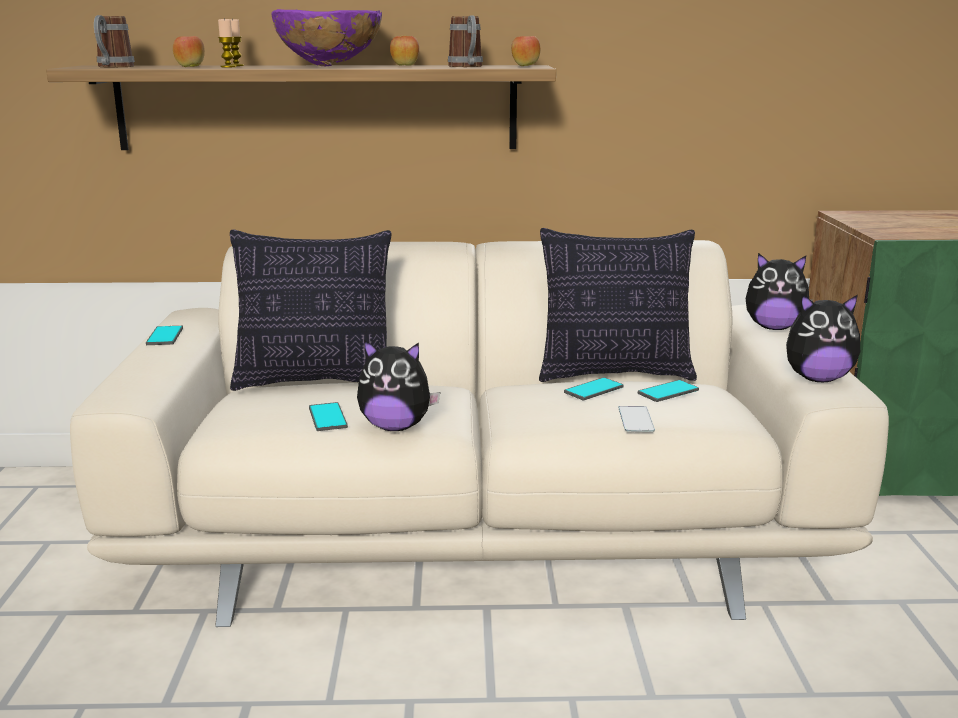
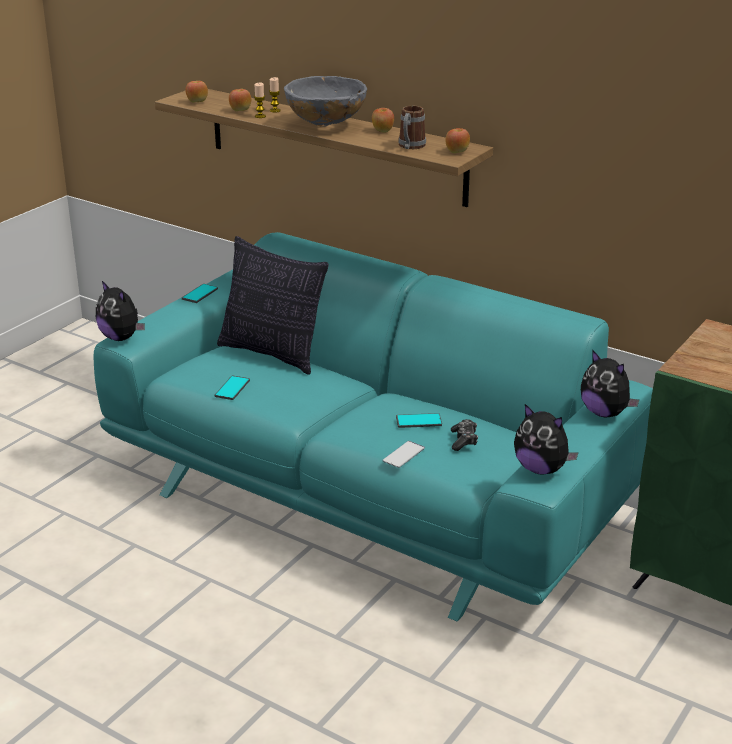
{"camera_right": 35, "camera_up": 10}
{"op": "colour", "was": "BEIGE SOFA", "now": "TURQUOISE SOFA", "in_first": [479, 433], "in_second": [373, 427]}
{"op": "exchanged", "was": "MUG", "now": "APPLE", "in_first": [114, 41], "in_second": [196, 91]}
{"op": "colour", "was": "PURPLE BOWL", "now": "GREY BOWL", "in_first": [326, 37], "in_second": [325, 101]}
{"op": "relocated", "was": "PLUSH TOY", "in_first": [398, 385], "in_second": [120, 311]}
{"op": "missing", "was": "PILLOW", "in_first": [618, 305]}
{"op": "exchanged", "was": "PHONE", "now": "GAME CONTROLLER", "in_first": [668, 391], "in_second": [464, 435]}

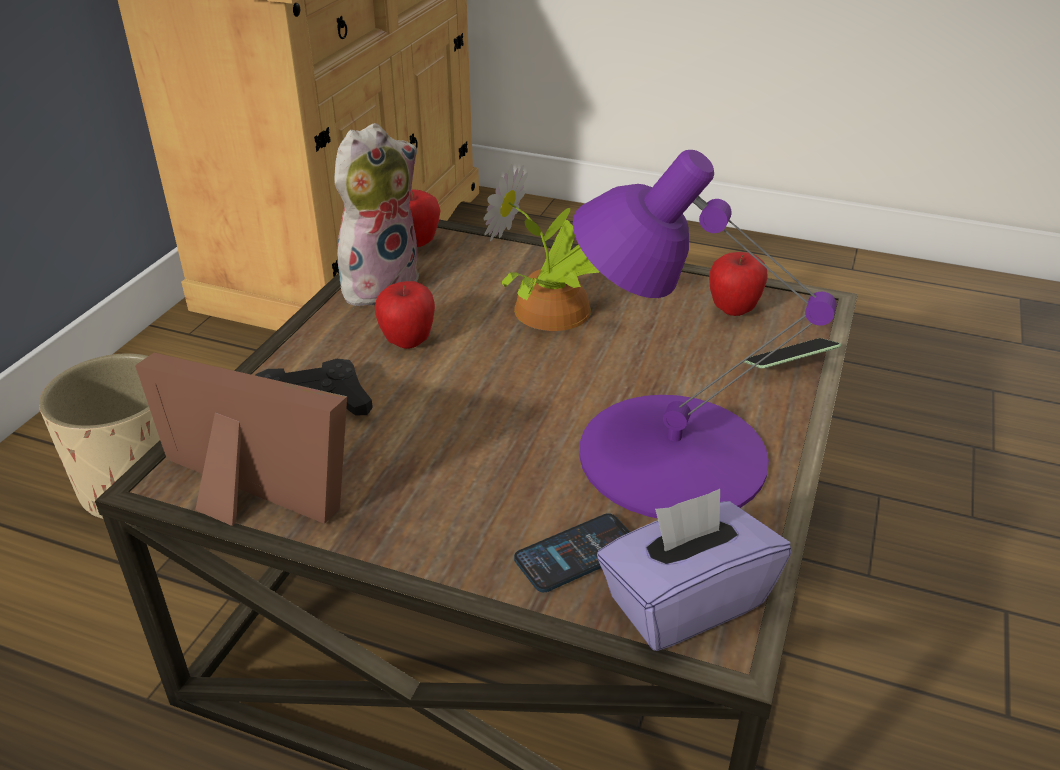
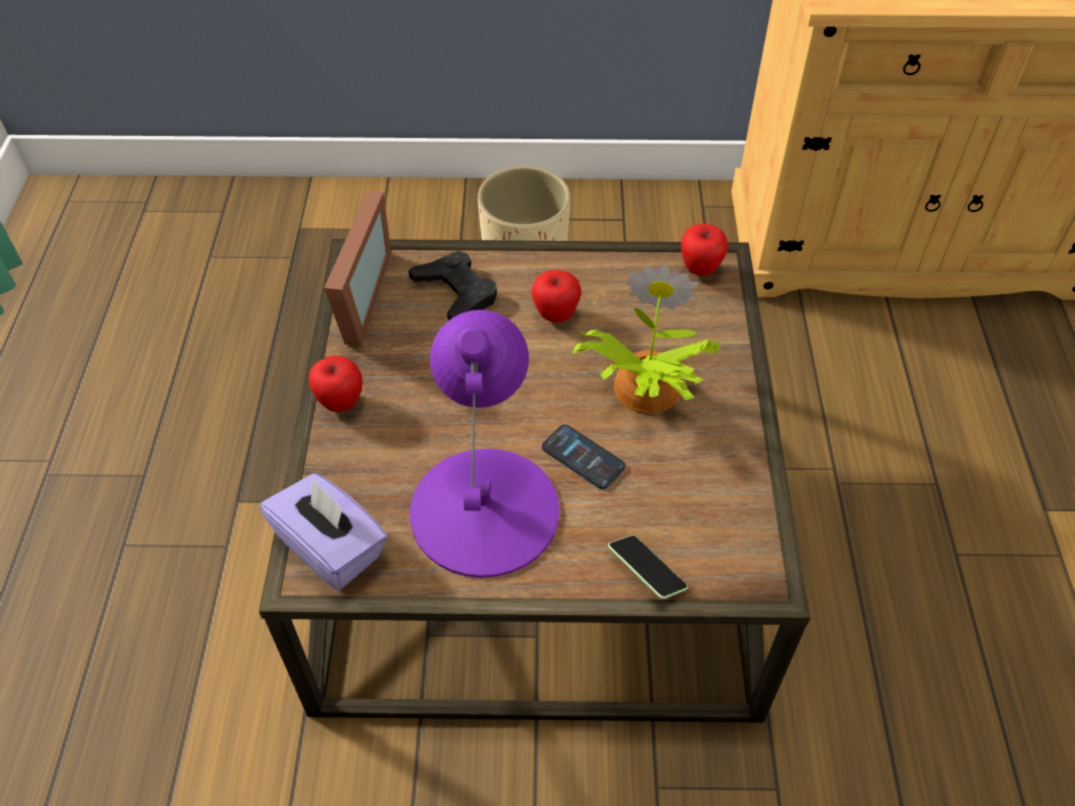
{"camera_right": 70, "camera_up": 15}
{"op": "missing", "was": "PLUSH TOY", "in_first": [376, 214]}
{"op": "relocated", "was": "PHONE", "in_first": [572, 552], "in_second": [584, 456]}
{"op": "relocated", "was": "APPLE", "in_first": [738, 284], "in_second": [336, 384]}

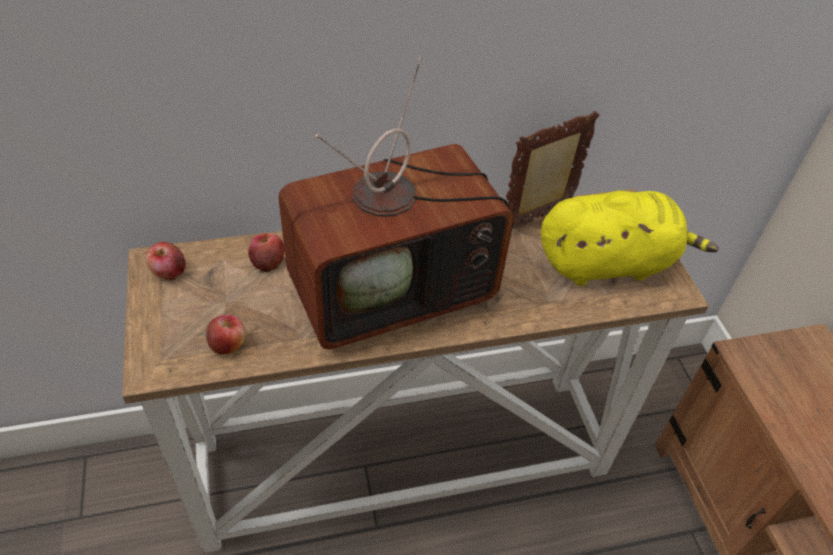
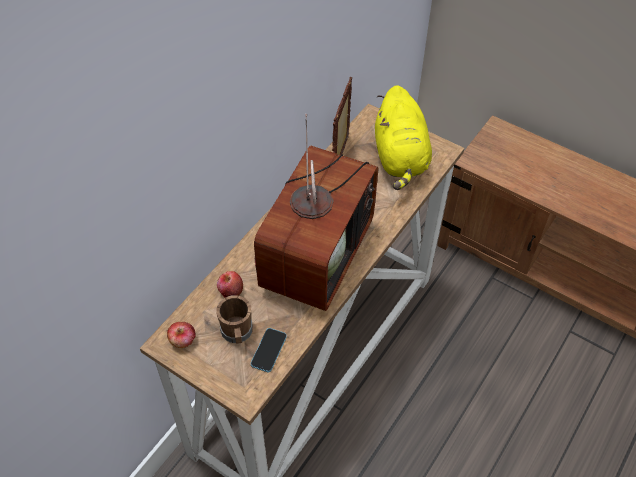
{"camera_right": -40, "camera_up": 5}
{"op": "exchanged", "was": "APPLE", "now": "PHONE", "in_first": [226, 335], "in_second": [269, 350]}
{"op": "spun", "was": "YELLOW PLUSH TOY", "in_first": [630, 238], "in_second": [403, 137], "clockwise": 135}
{"op": "appeared", "now": "BROWN MUG", "in_second": [234, 319]}

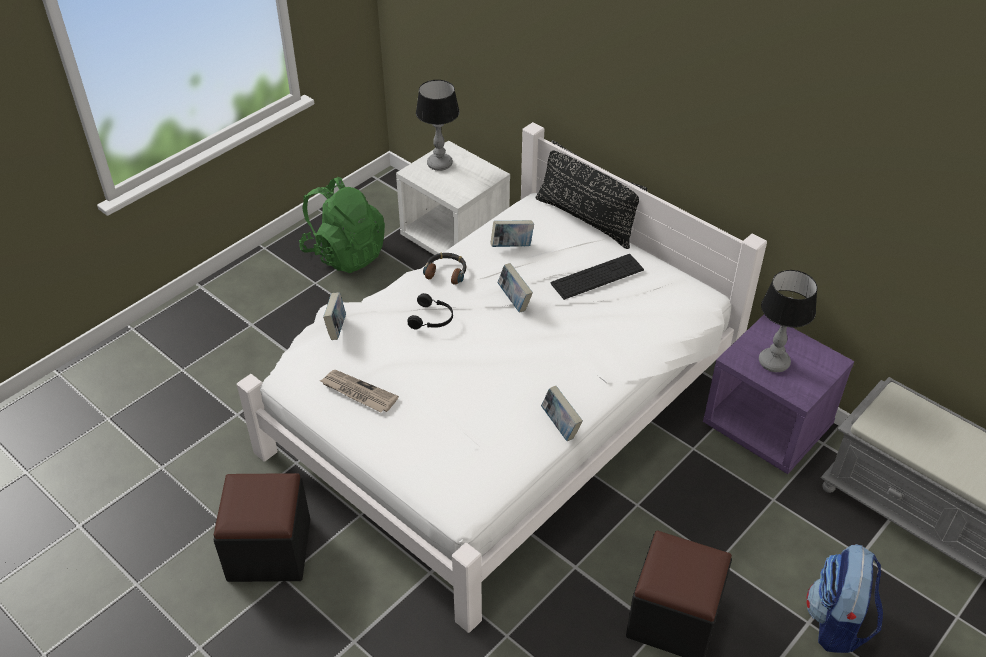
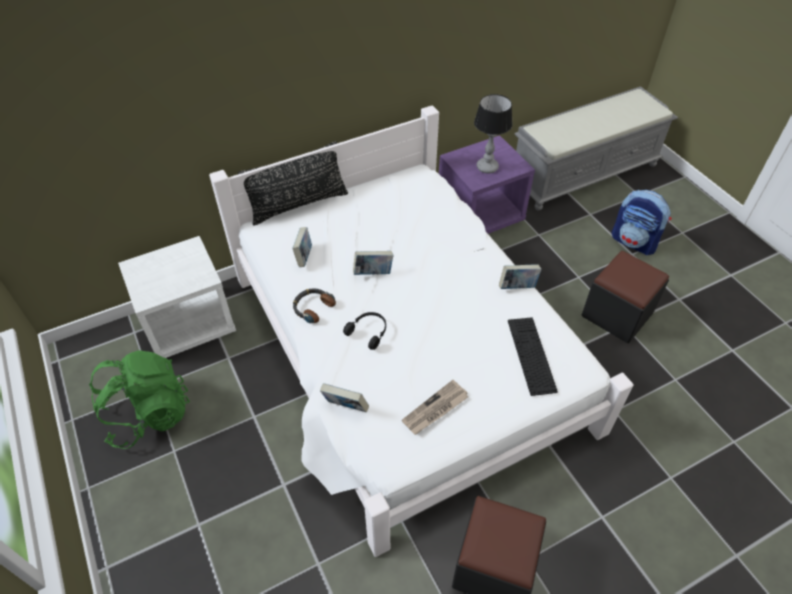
{"camera_right": -70, "camera_up": 5}
{"op": "missing", "was": "TABLE LAMP", "in_first": [438, 125]}
{"op": "relocated", "was": "KEYBOARD", "in_first": [597, 277], "in_second": [533, 356]}

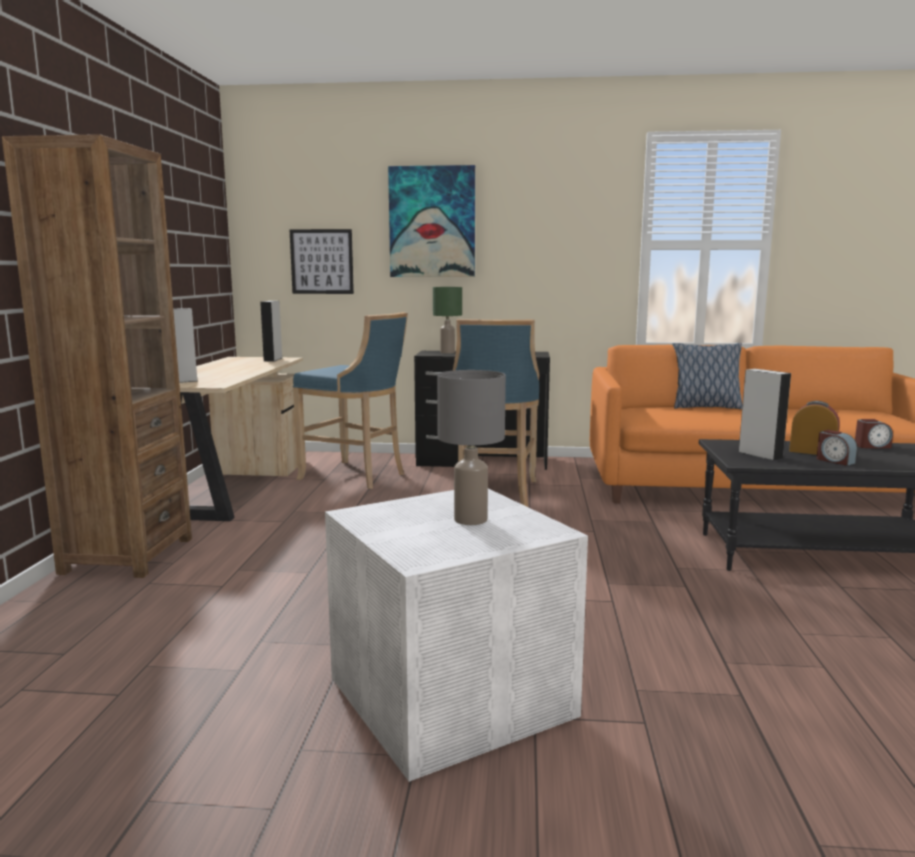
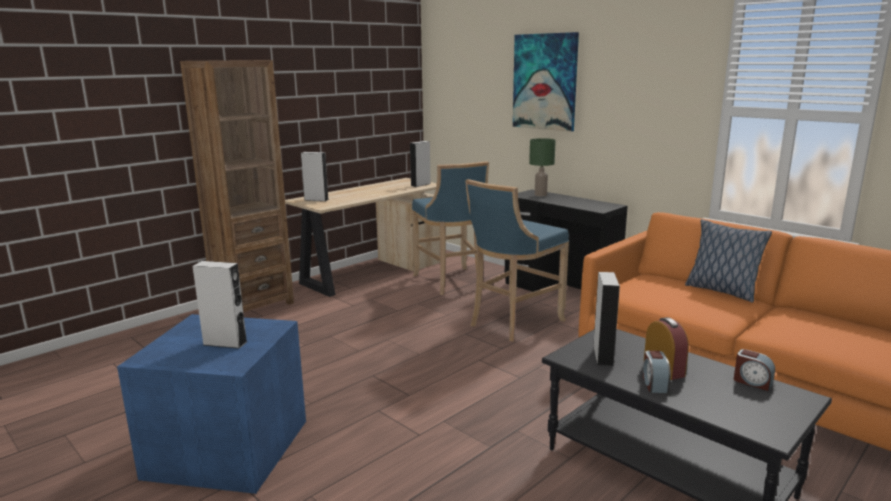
{"camera_right": 40, "camera_up": 5}
{"op": "missing", "was": "PICTURE", "in_first": [322, 261]}
{"op": "colour", "was": "WHITE STORAGE BOX", "now": "BLUE STORAGE BOX", "in_first": [456, 635], "in_second": [211, 404]}
{"op": "exchanged", "was": "GREY TABLE LAMP", "now": "GREY SPEAKER", "in_first": [471, 447], "in_second": [220, 305]}

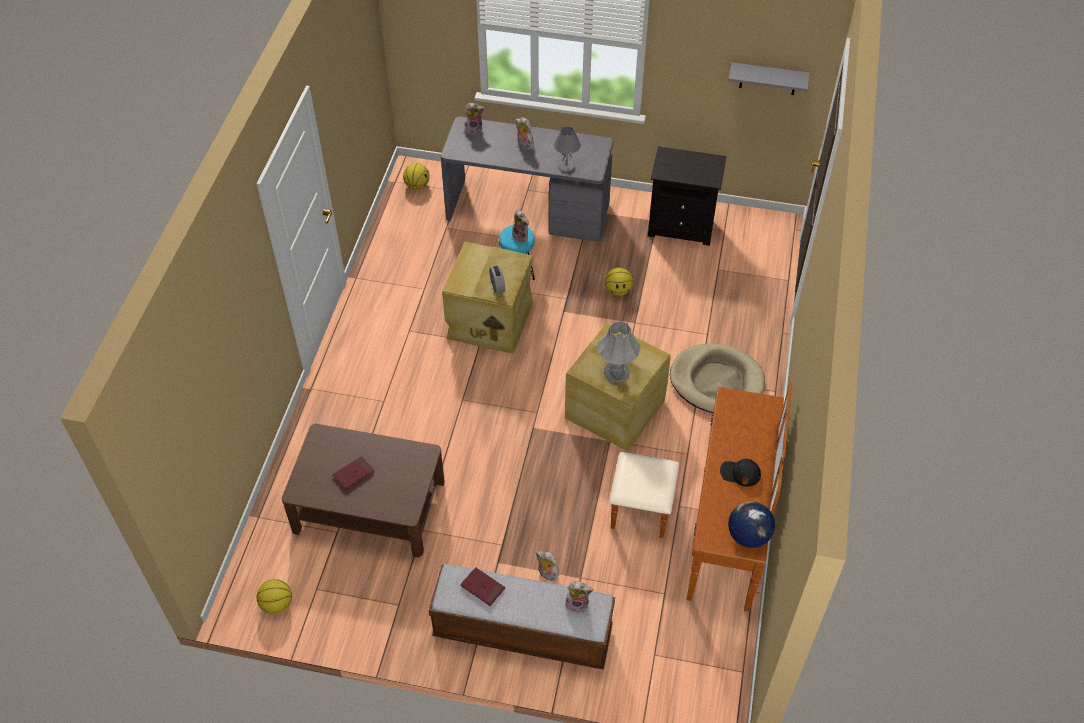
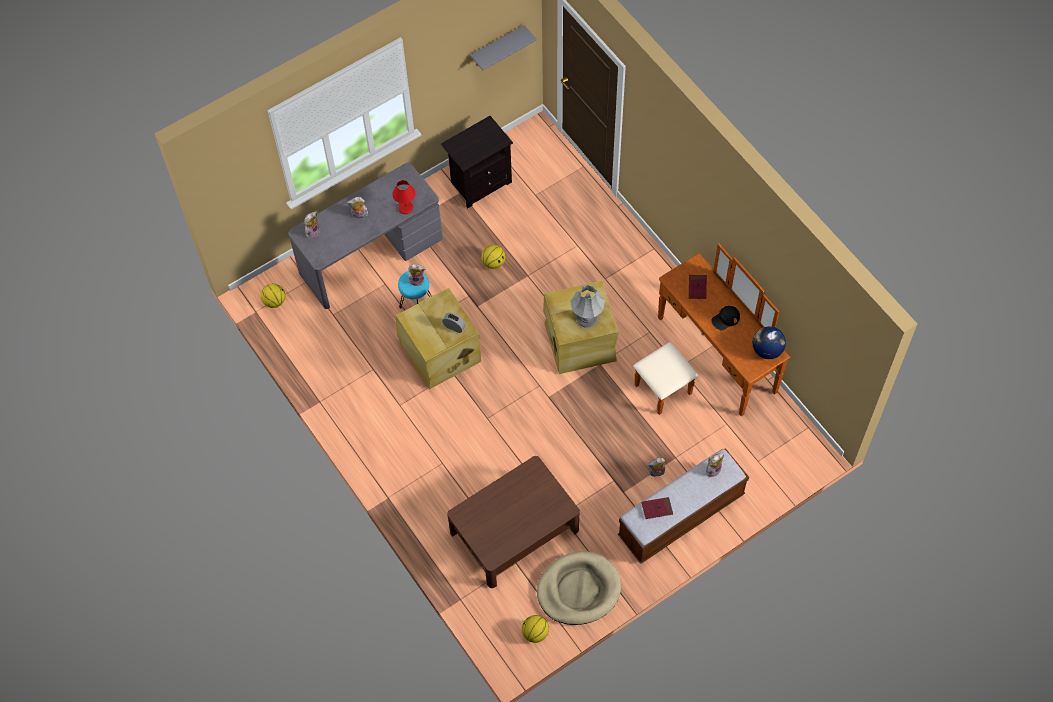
{"camera_right": -45, "camera_up": 10}
{"op": "relocated", "was": "RED BOOK", "in_first": [354, 473], "in_second": [698, 287]}
{"op": "colour", "was": "GREY TABLE LAMP", "now": "RED TABLE LAMP", "in_first": [567, 149], "in_second": [404, 197]}
{"op": "relocated", "was": "BEIGE DOG BED", "in_first": [717, 378], "in_second": [579, 588]}

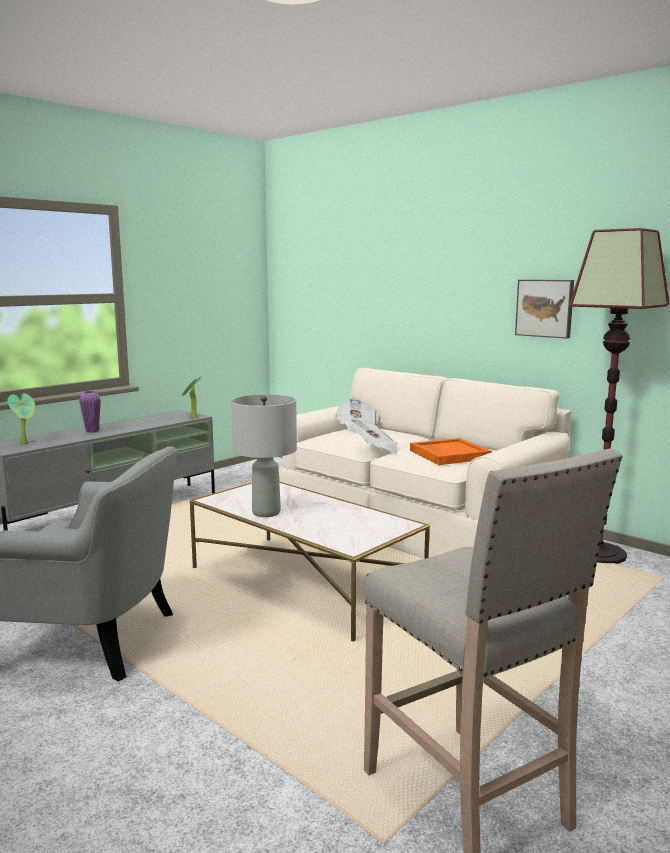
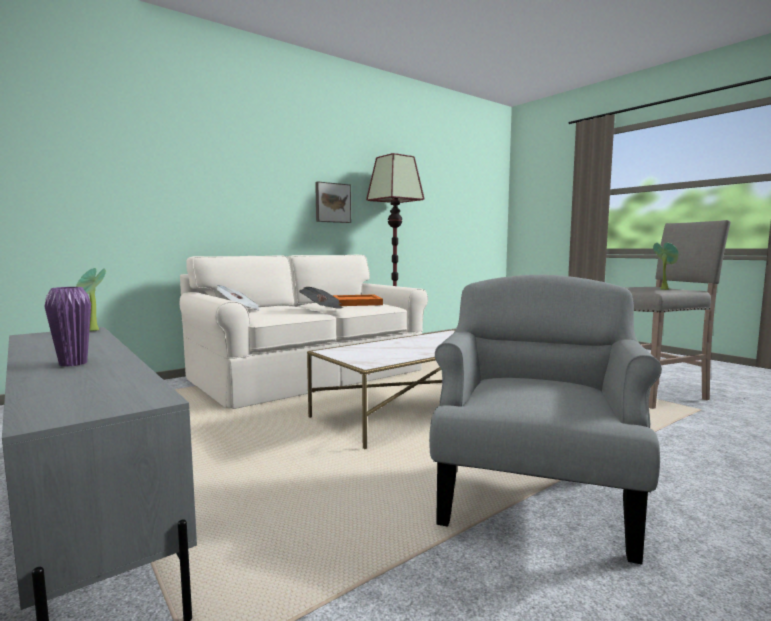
{"camera_right": -80, "camera_up": -5}
{"op": "relocated", "was": "POTTED PLANT", "in_first": [21, 418], "in_second": [665, 266]}
{"op": "missing", "was": "GREY TABLE LAMP", "in_first": [264, 456]}

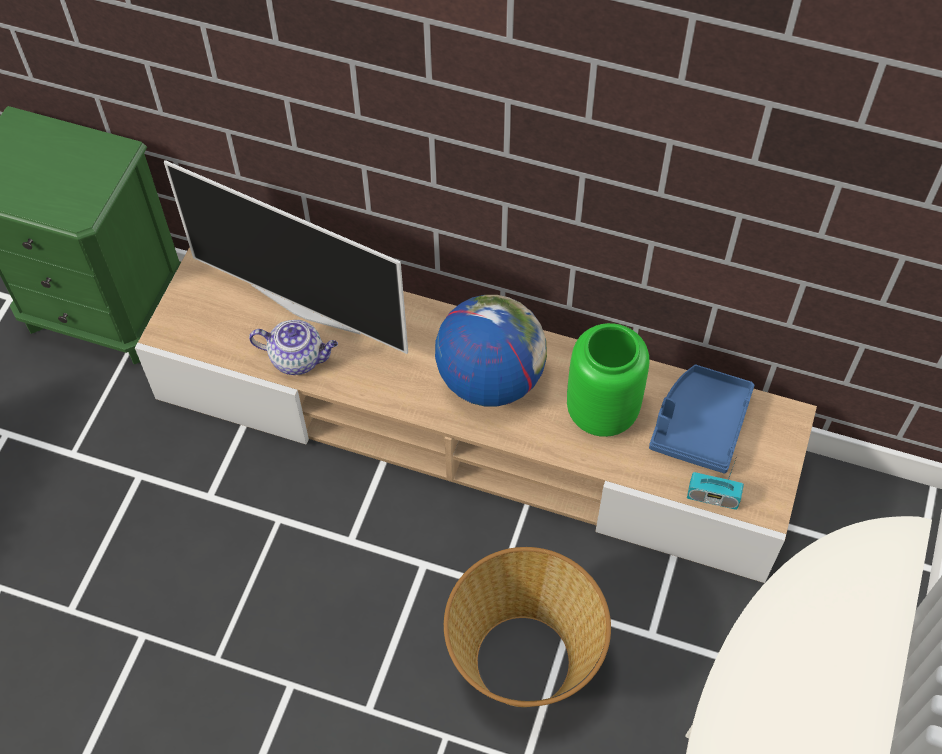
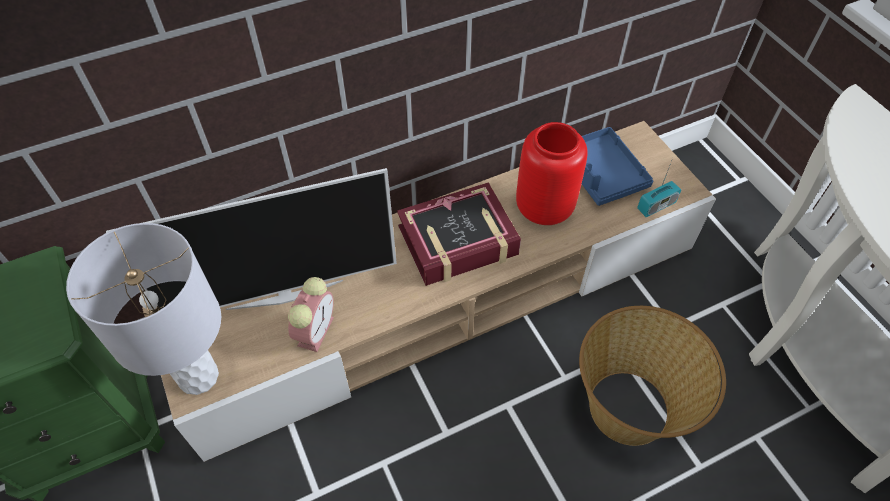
{"camera_right": -45, "camera_up": -5}
{"op": "exchanged", "was": "TEAPOT", "now": "ALARM CLOCK", "in_first": [293, 347], "in_second": [311, 314]}
{"op": "exchanged", "was": "GLOBE", "now": "BOOK", "in_first": [491, 350], "in_second": [459, 234]}
{"op": "colour", "was": "GREEN VASE", "now": "RED VASE", "in_first": [608, 380], "in_second": [552, 173]}
{"op": "appeared", "now": "GREY TABLE LAMP", "in_second": [143, 309]}

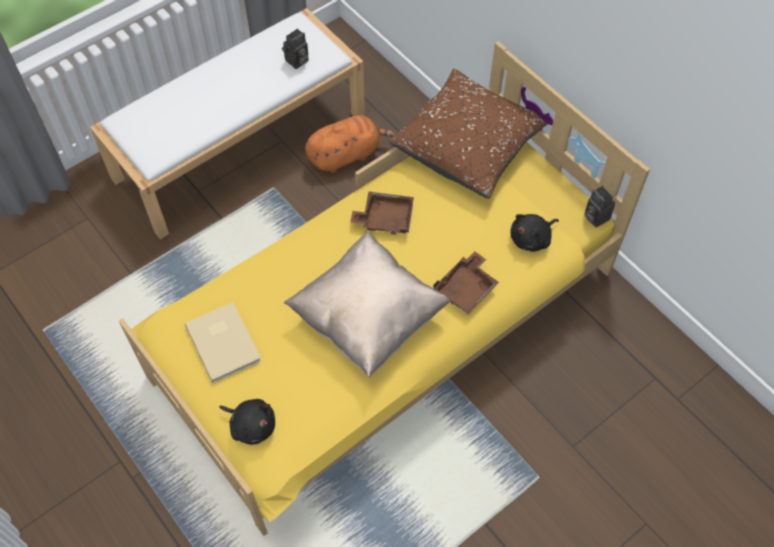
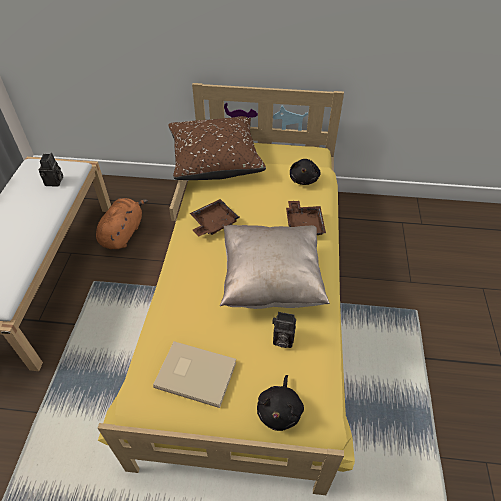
{"camera_right": -45, "camera_up": -10}
{"op": "spun", "was": "BLACK PLUSH TOY", "in_first": [247, 422], "in_second": [280, 403], "clockwise": 120}
{"op": "relocated", "was": "PHOTO CAMERA", "in_first": [599, 206], "in_second": [284, 330]}

